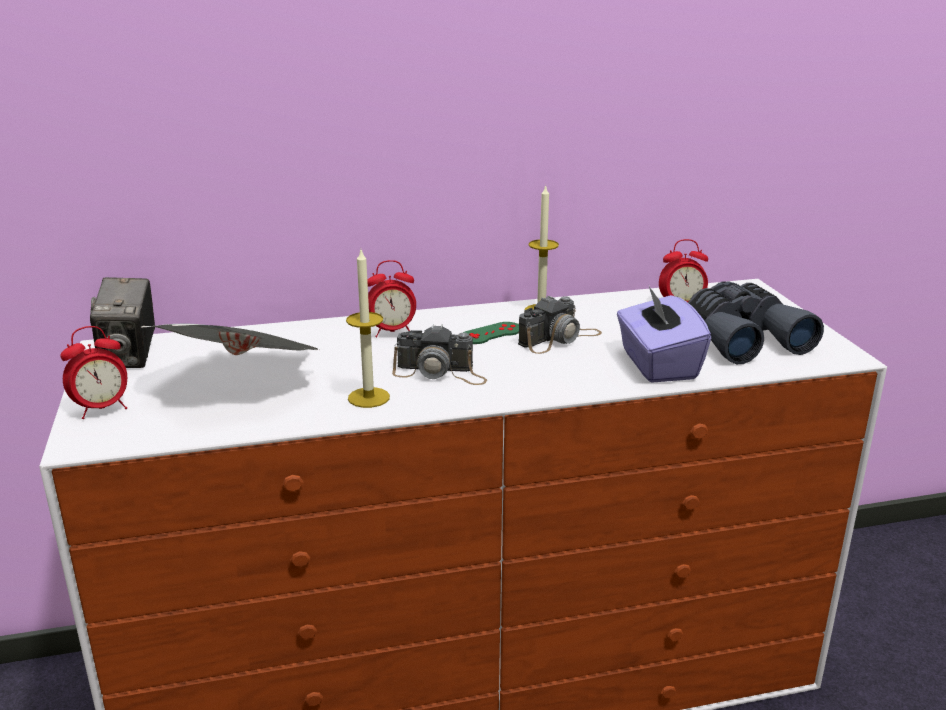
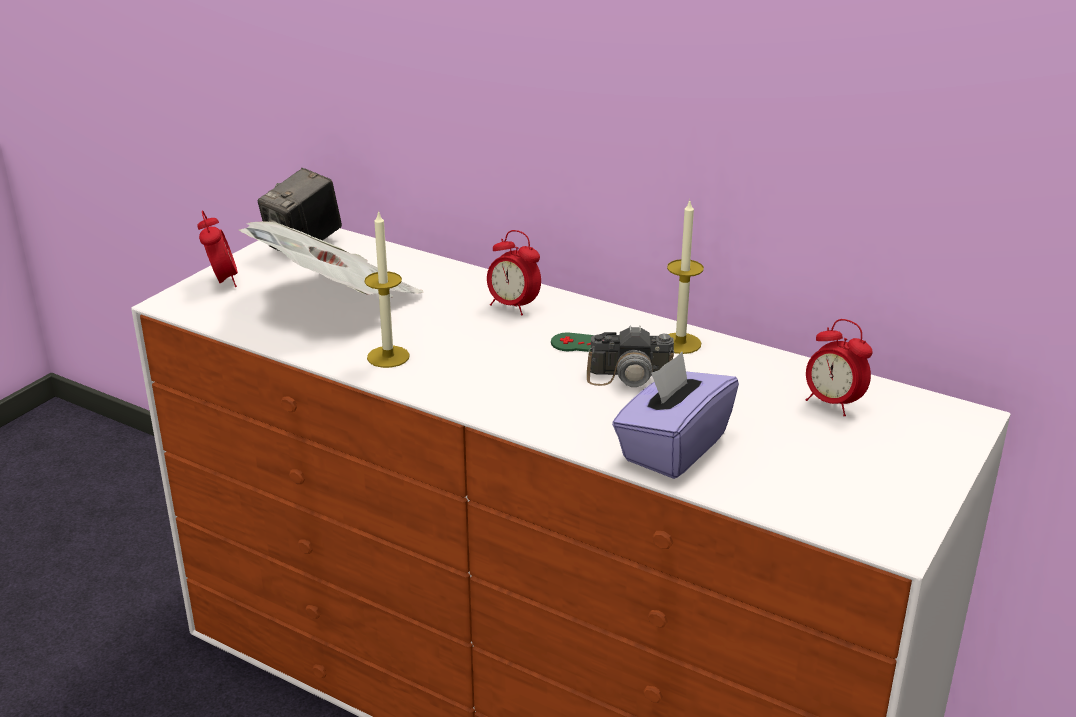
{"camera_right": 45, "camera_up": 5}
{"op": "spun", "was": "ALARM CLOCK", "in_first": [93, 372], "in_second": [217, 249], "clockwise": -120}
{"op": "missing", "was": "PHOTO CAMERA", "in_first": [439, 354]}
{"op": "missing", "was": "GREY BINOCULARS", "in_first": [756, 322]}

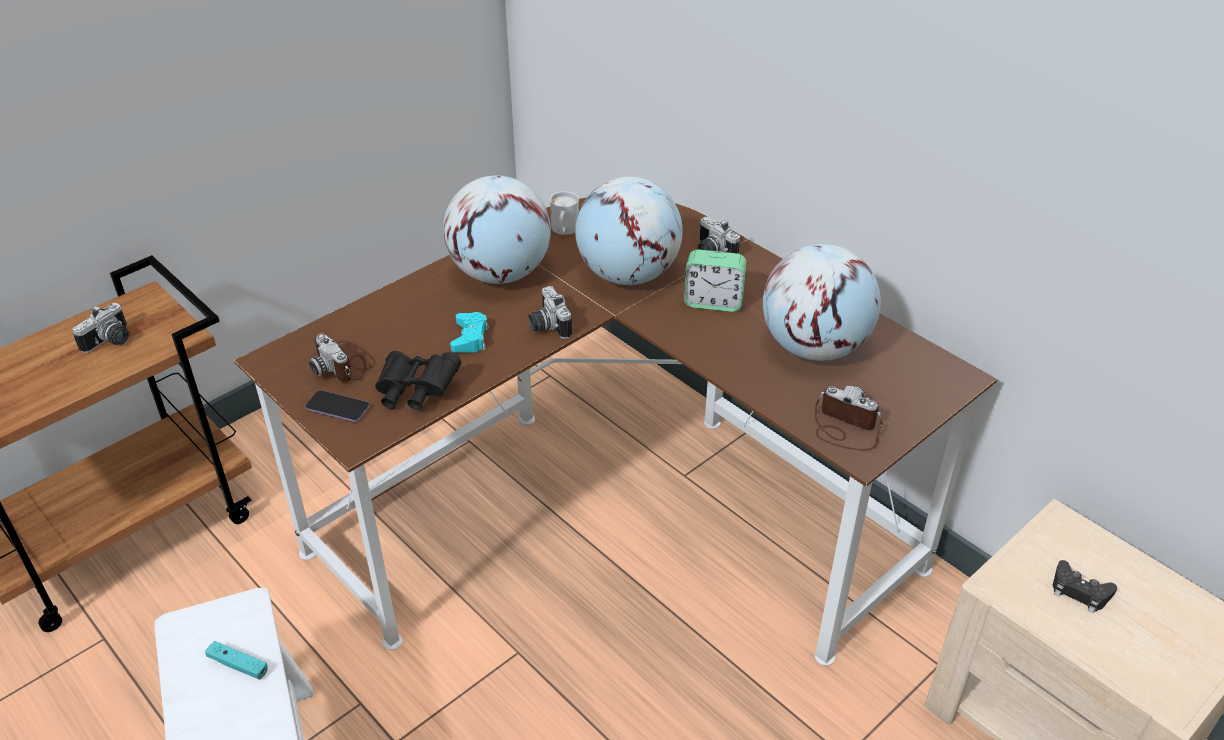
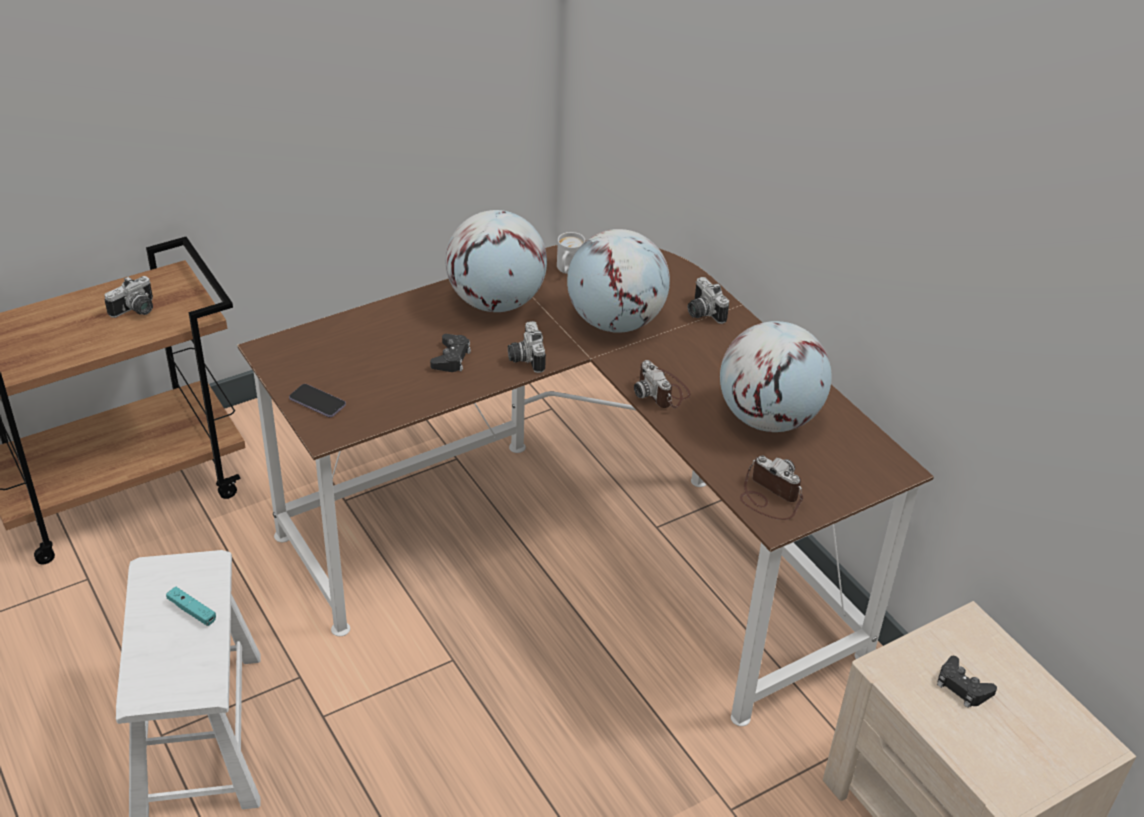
{"camera_right": 10, "camera_up": 0}
{"op": "relocated", "was": "PHOTO CAMERA", "in_first": [342, 358], "in_second": [662, 384]}
{"op": "missing", "was": "BLACK BINOCULARS", "in_first": [418, 380]}
{"op": "colour", "was": "TURQUOISE GAME CONTROLLER", "now": "BLACK GAME CONTROLLER", "in_first": [469, 332], "in_second": [450, 353]}
{"op": "missing", "was": "ALARM CLOCK", "in_first": [715, 281]}

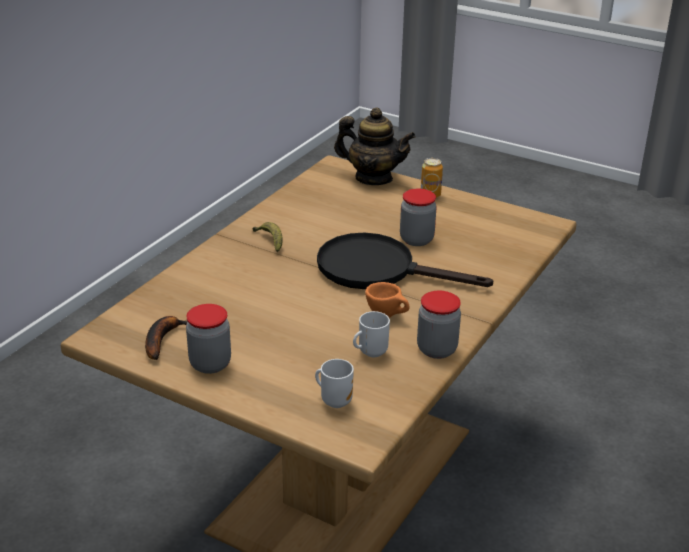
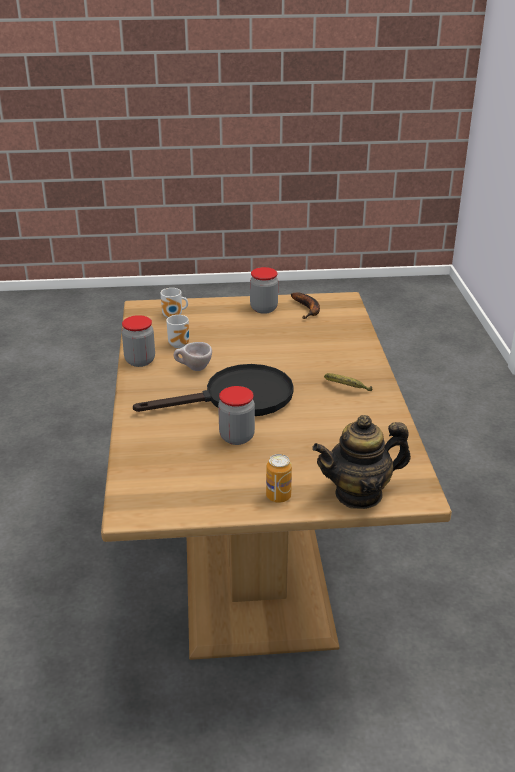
{"camera_right": 145, "camera_up": 0}
{"op": "colour", "was": "ORANGE CUP", "now": "BEIGE CUP", "in_first": [387, 300], "in_second": [193, 356]}

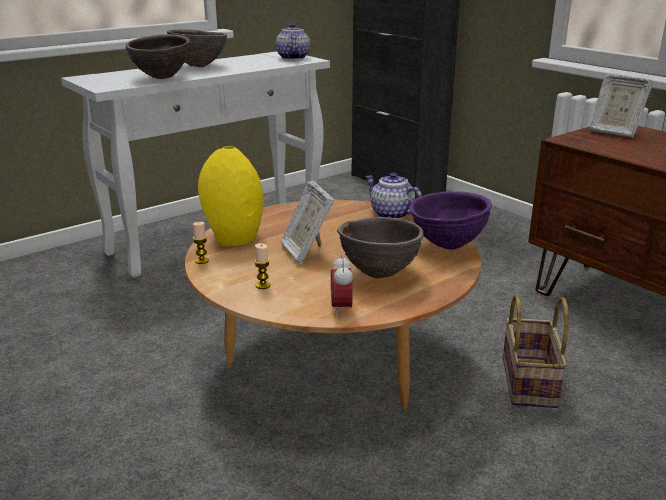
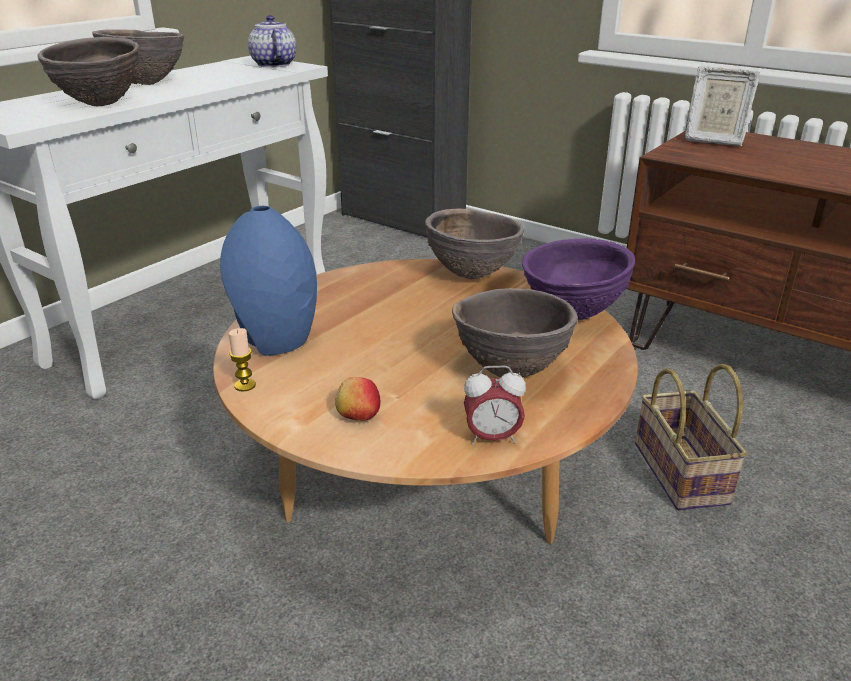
{"camera_right": -15, "camera_up": 5}
{"op": "colour", "was": "YELLOW VASE", "now": "BLUE VASE", "in_first": [230, 196], "in_second": [268, 281]}
{"op": "exchanged", "was": "CANDLE", "now": "APPLE", "in_first": [262, 266], "in_second": [357, 399]}
{"op": "missing", "was": "PICTURE FRAME", "in_first": [307, 222]}
{"op": "spun", "was": "ALARM CLOCK", "in_first": [342, 285], "in_second": [495, 405], "clockwise": -75}
{"op": "exchanged", "was": "TEAPOT", "now": "BROWN BOWL", "in_first": [393, 195], "in_second": [474, 244]}

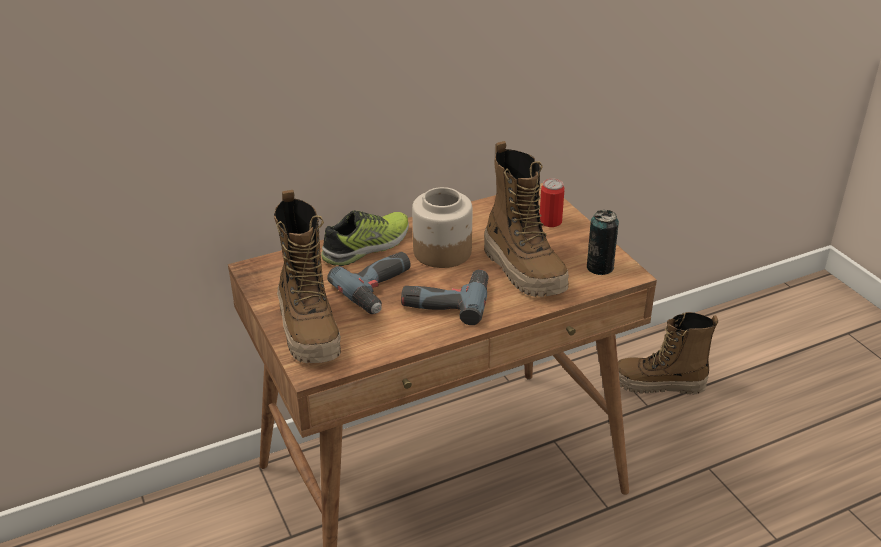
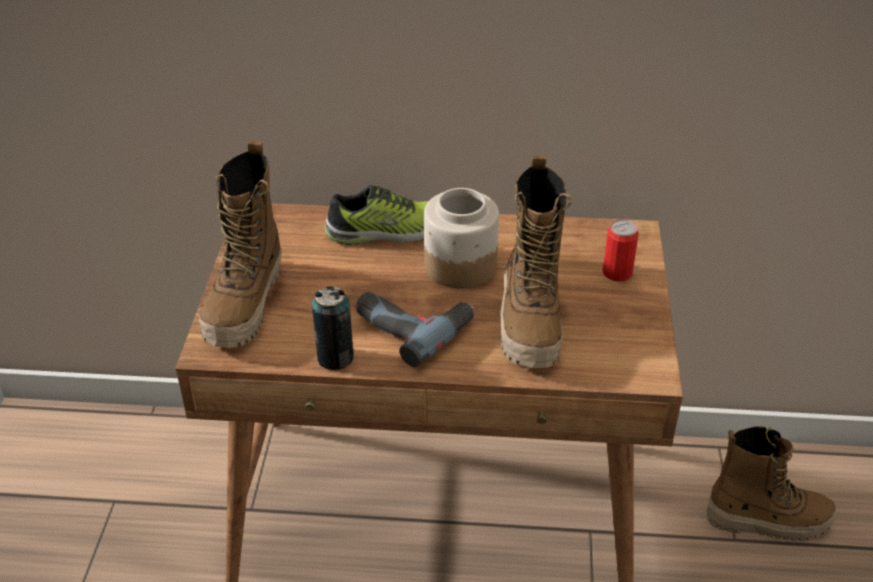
{"camera_right": 30, "camera_up": 5}
{"op": "missing", "was": "POWER DRILL", "in_first": [369, 283]}
{"op": "relocated", "was": "CAN", "in_first": [603, 242], "in_second": [333, 328]}
{"op": "spun", "was": "BOOT", "in_first": [668, 353], "in_second": [771, 483], "clockwise": 150}

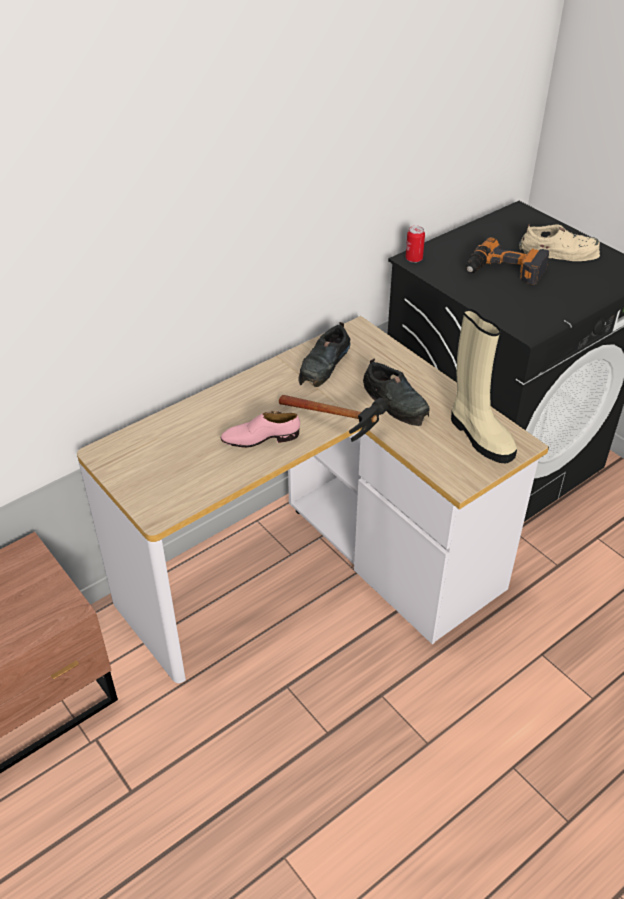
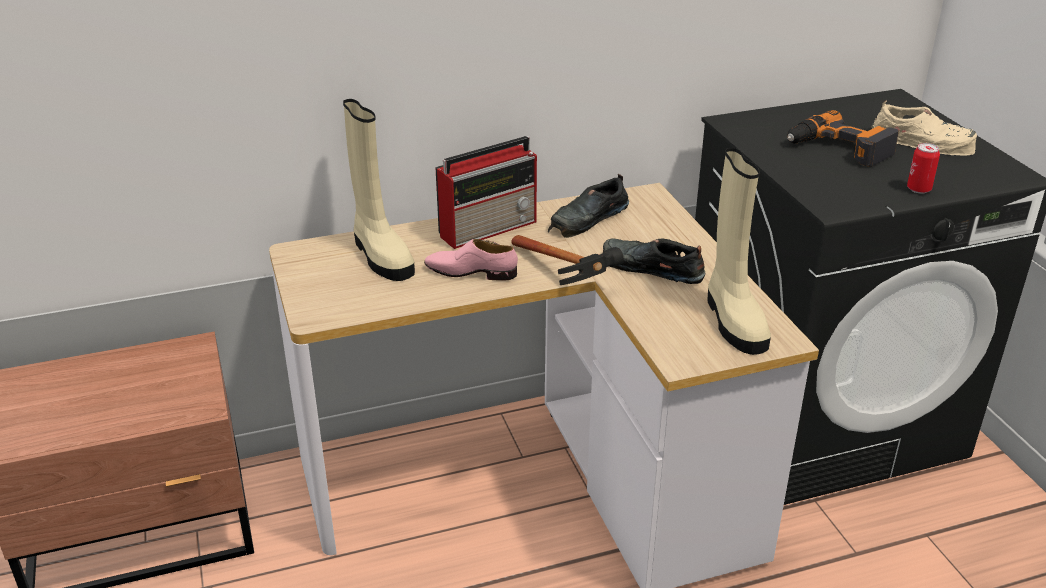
{"camera_right": 20, "camera_up": -10}
{"op": "spun", "was": "BLACK SHOE", "in_first": [396, 392], "in_second": [654, 261], "clockwise": 135}
{"op": "relocated", "was": "CAN", "in_first": [415, 244], "in_second": [923, 168]}
{"op": "appeared", "now": "BEIGE BOOT", "in_second": [379, 190]}
{"op": "appeared", "now": "RADIO", "in_second": [486, 192]}

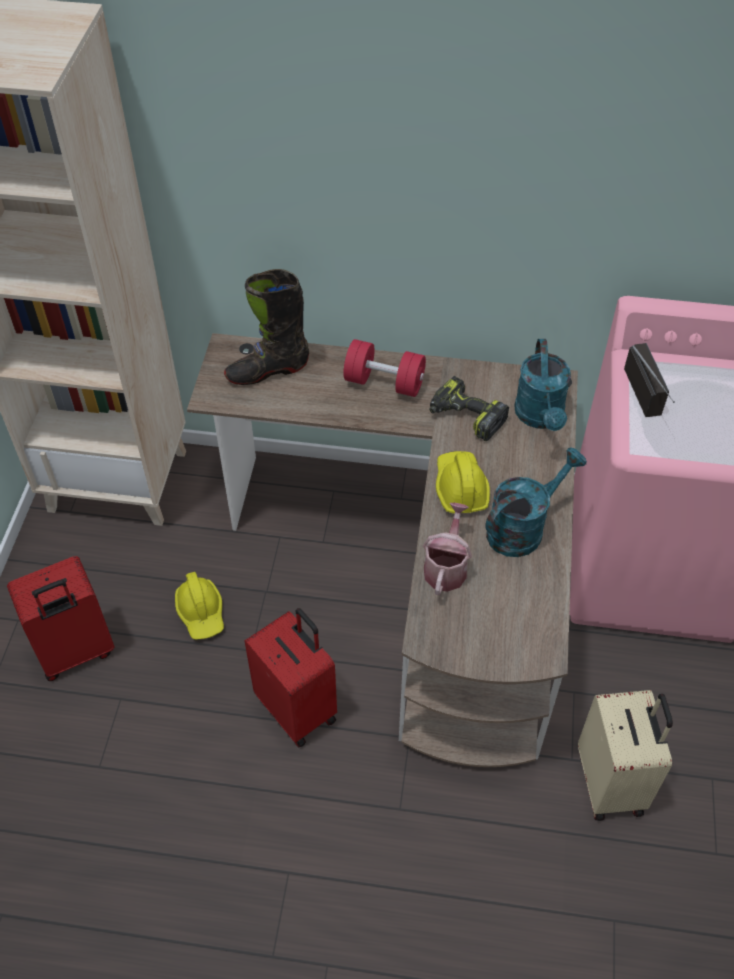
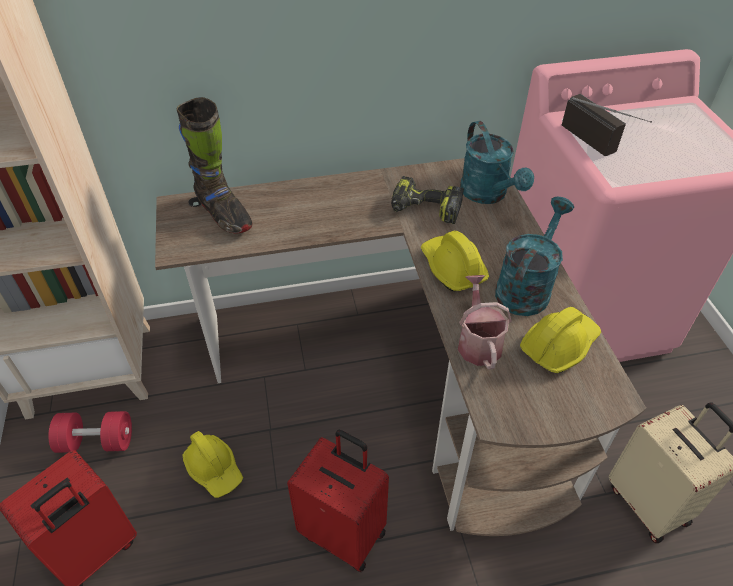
{"camera_right": -20, "camera_up": -5}
{"op": "spun", "was": "BLACK BOOT", "in_first": [266, 327], "in_second": [215, 165], "clockwise": -90}
{"op": "relocated", "was": "RED DUMBBELL", "in_first": [384, 368], "in_second": [90, 432]}
{"op": "appeared", "now": "YELLOW HARD HAT", "in_second": [560, 340]}

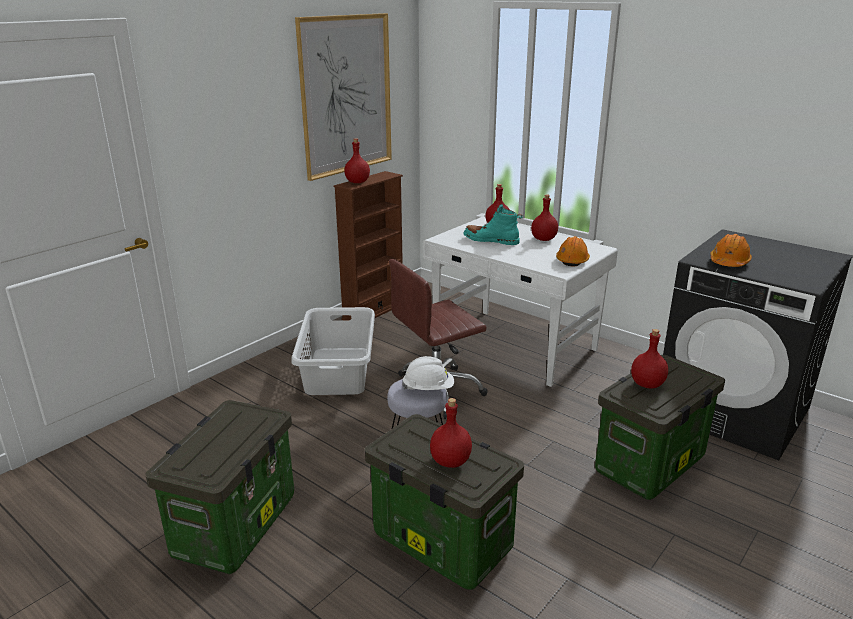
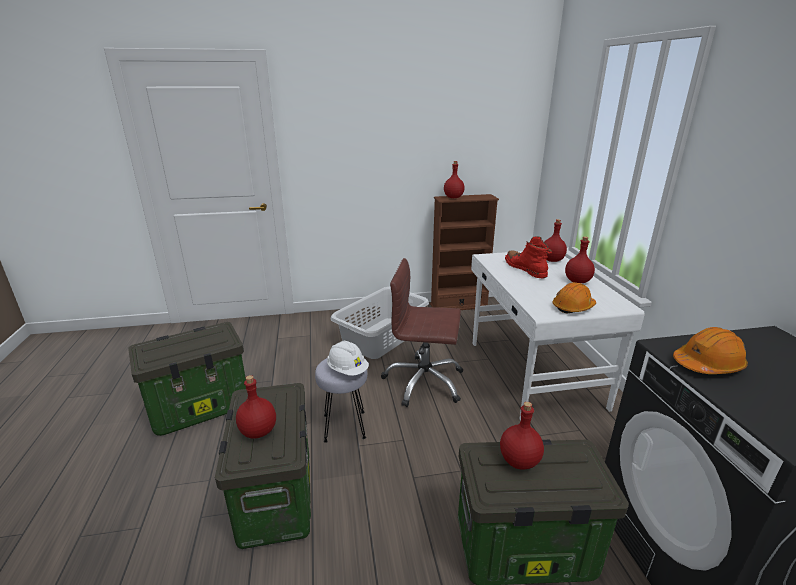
{"camera_right": 40, "camera_up": 0}
{"op": "missing", "was": "PICTURE", "in_first": [343, 97]}
{"op": "colour", "was": "TURQUOISE BOOT", "now": "RED BOOT", "in_first": [493, 224], "in_second": [528, 257]}

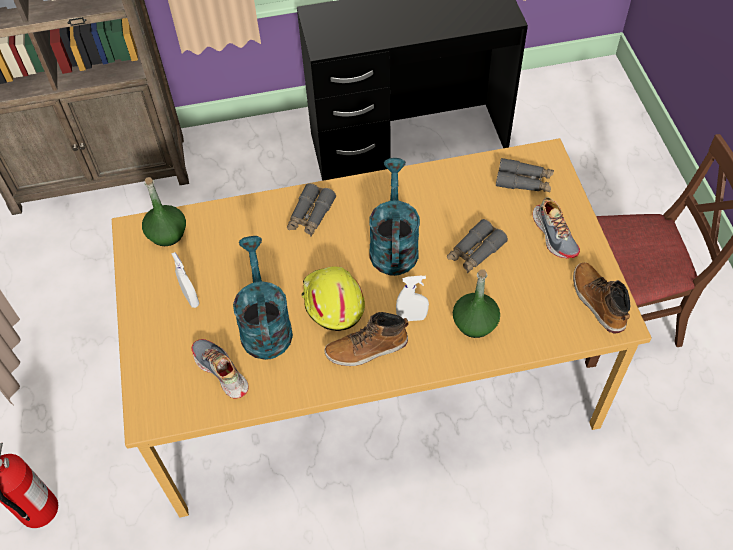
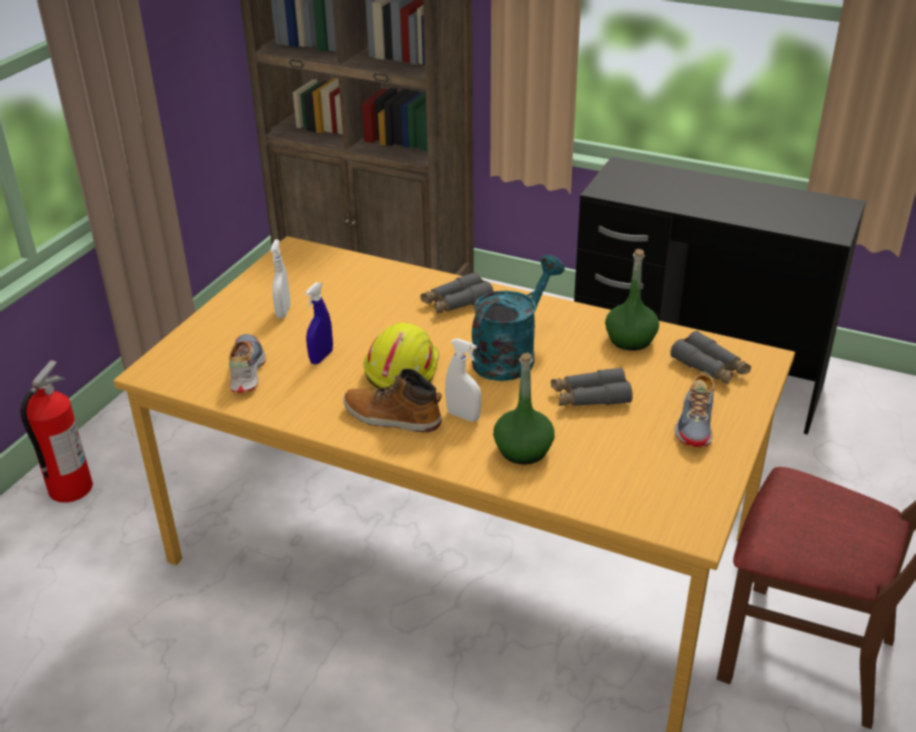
{"camera_right": 35, "camera_up": -20}
{"op": "relocated", "was": "GREEN BOTTLE", "in_first": [164, 211], "in_second": [632, 300]}
{"op": "exchanged", "was": "TURQUOISE WATERING CAN", "now": "BLUE SPRAY BOTTLE", "in_first": [263, 298], "in_second": [319, 323]}
{"op": "missing", "was": "BOOT", "in_first": [601, 298]}

